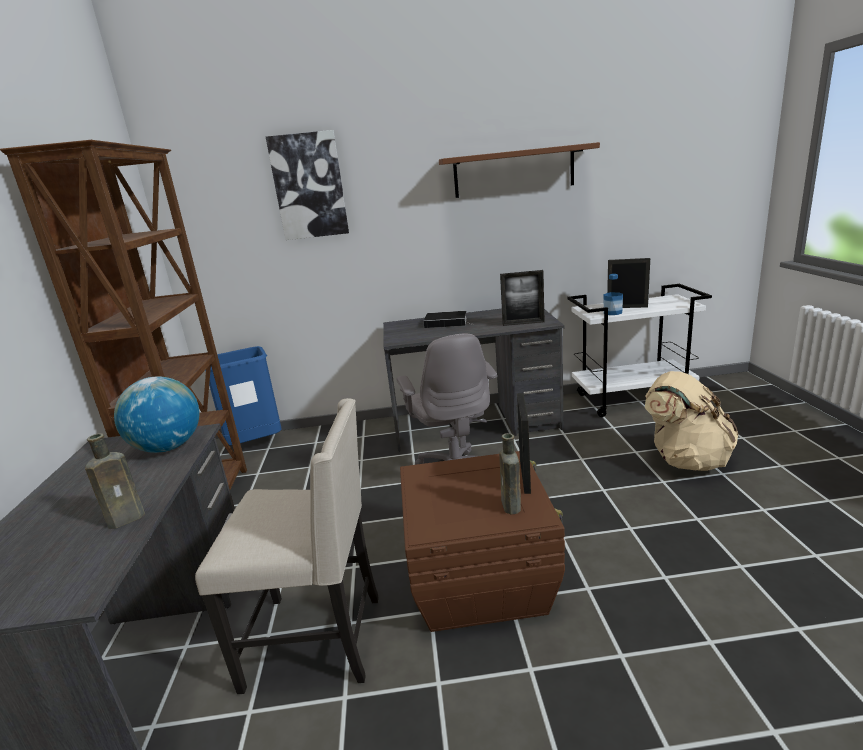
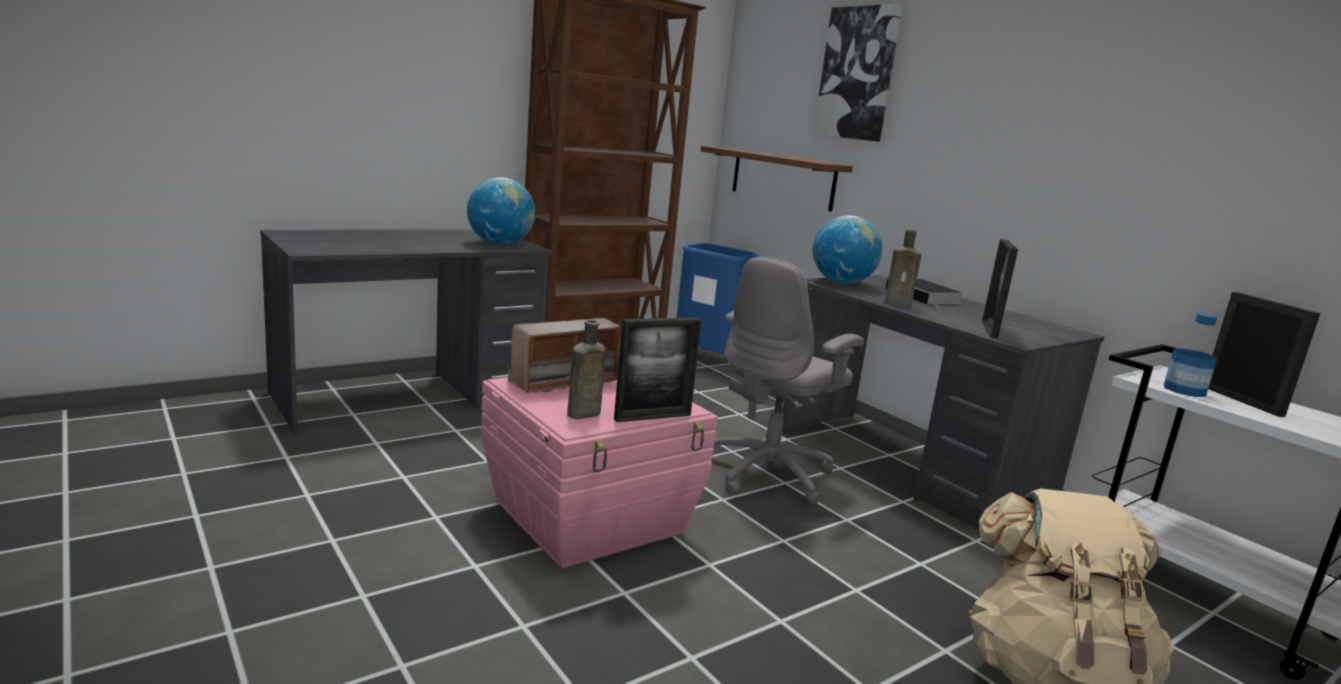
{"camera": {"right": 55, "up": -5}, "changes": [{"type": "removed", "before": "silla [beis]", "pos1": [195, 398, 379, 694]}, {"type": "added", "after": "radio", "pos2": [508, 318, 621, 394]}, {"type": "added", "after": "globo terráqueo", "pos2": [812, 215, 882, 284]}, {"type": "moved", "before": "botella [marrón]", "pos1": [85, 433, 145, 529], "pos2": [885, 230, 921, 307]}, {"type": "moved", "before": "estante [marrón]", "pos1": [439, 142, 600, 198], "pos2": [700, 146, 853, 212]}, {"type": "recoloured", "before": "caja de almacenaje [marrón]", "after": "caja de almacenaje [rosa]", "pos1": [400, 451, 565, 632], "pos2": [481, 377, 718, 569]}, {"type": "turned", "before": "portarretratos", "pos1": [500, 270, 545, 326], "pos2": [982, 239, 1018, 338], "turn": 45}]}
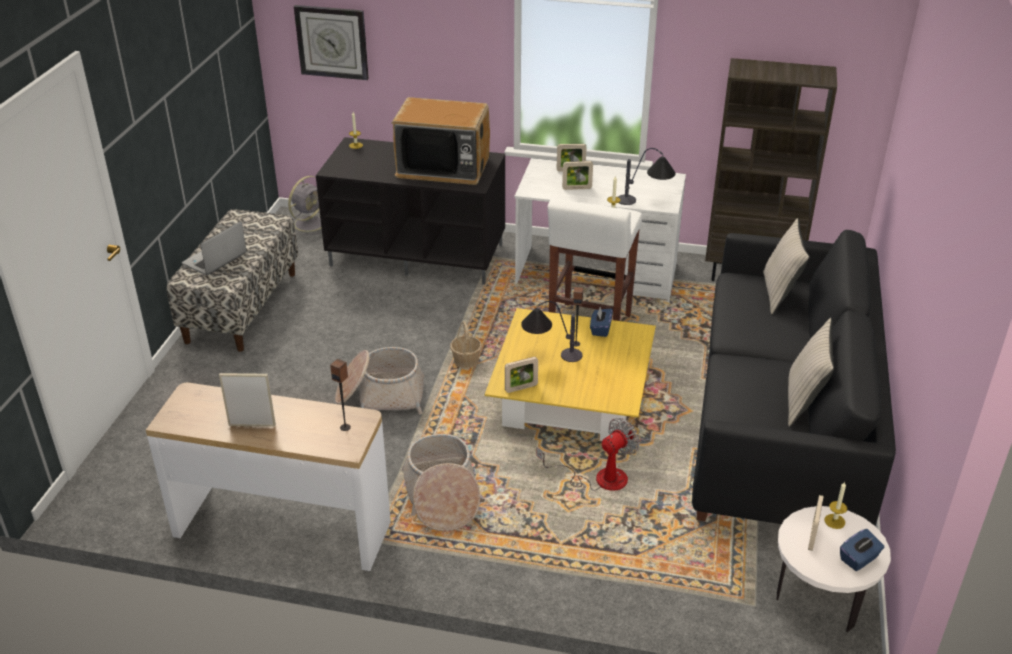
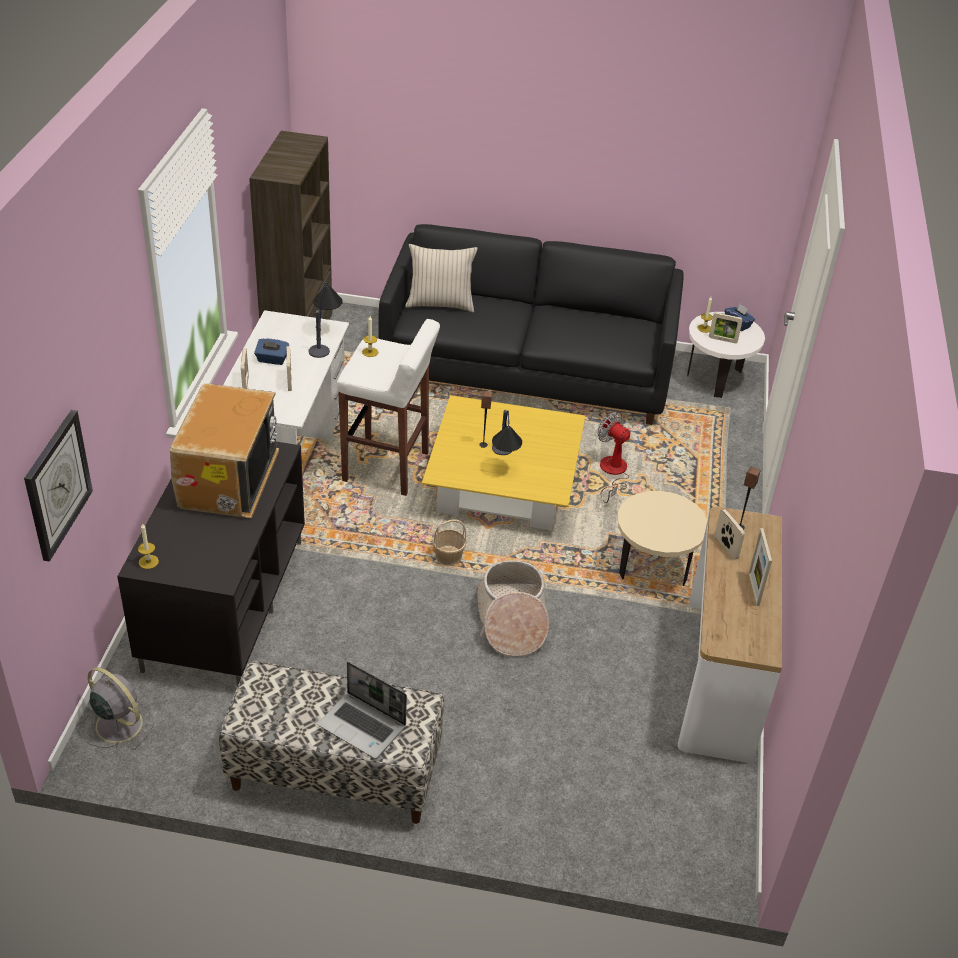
{"camera": {"right": -95, "up": 5}, "changes": [{"type": "removed", "before": "cojín [beis]", "pos1": [788, 318, 834, 427]}, {"type": "moved", "before": "portarretratos", "pos1": [505, 357, 538, 393], "pos2": [715, 509, 745, 559]}, {"type": "moved", "before": "caja de pañuelos [azul]", "pos1": [590, 307, 613, 337], "pos2": [254, 338, 289, 365]}, {"type": "replaced", "before": "cesta", "after": "mesa auxiliar [beis]", "pos1": [401, 434, 480, 531], "pos2": [618, 491, 708, 586]}]}
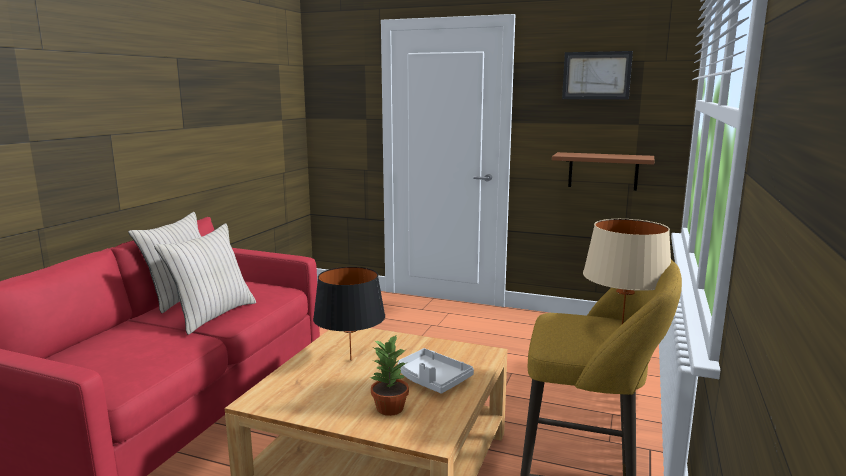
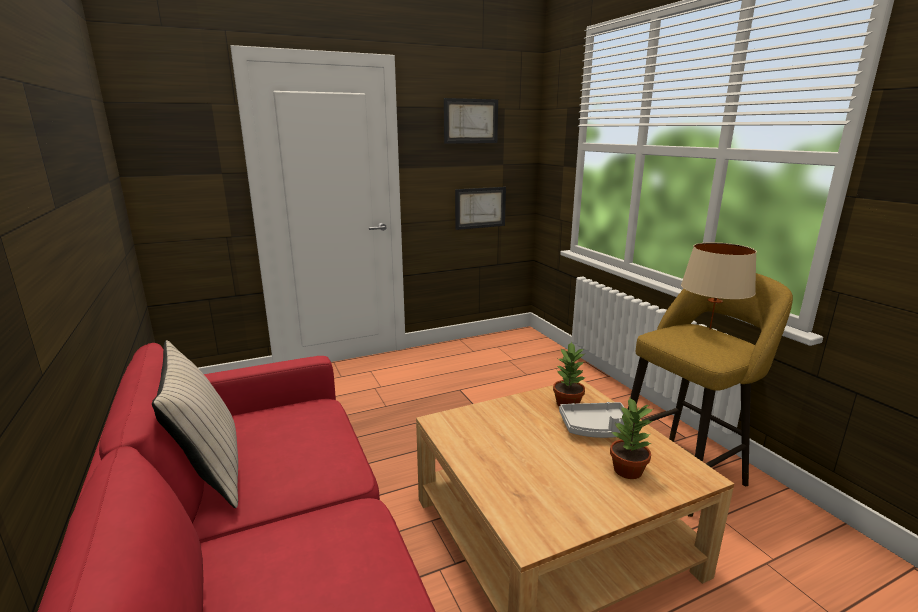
{"camera": {"right": -45, "up": 5}, "changes": [{"type": "removed", "before": "cojín [beis]", "pos1": [154, 223, 256, 335]}, {"type": "removed", "before": "lámpara de mesa [negro]", "pos1": [313, 267, 385, 361]}, {"type": "added", "after": "planta en maceta", "pos2": [553, 342, 586, 406]}, {"type": "replaced", "before": "estante [marrón]", "after": "cuadro", "pos1": [552, 152, 655, 191], "pos2": [455, 187, 506, 230]}]}
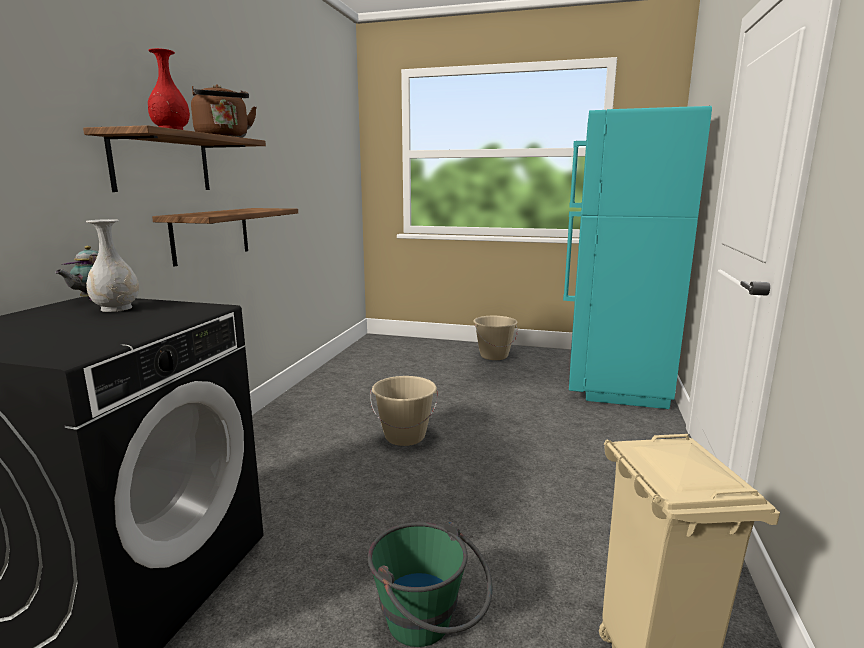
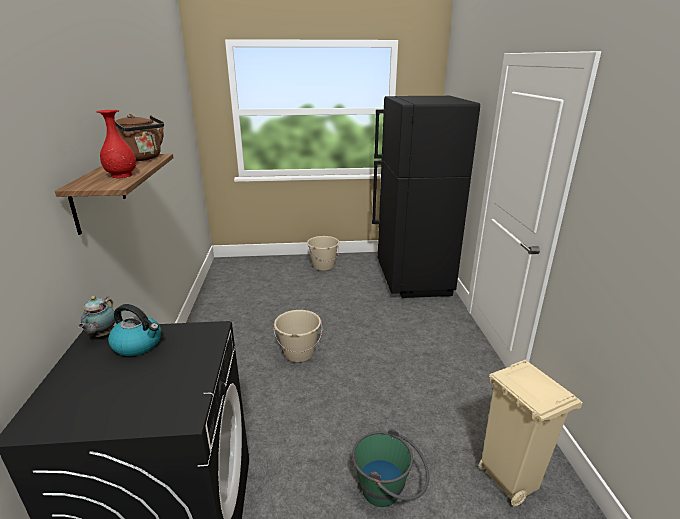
{"camera": {"right": -20, "up": 10}, "changes": [{"type": "removed", "before": "estante", "pos1": [152, 208, 298, 267]}, {"type": "replaced", "before": "florero [blanco]", "after": "hervidor", "pos1": [86, 219, 139, 312], "pos2": [108, 304, 161, 356]}, {"type": "recoloured", "before": "nevera [turquesa]", "after": "nevera [negro]", "pos1": [563, 106, 712, 409], "pos2": [372, 96, 480, 298]}]}
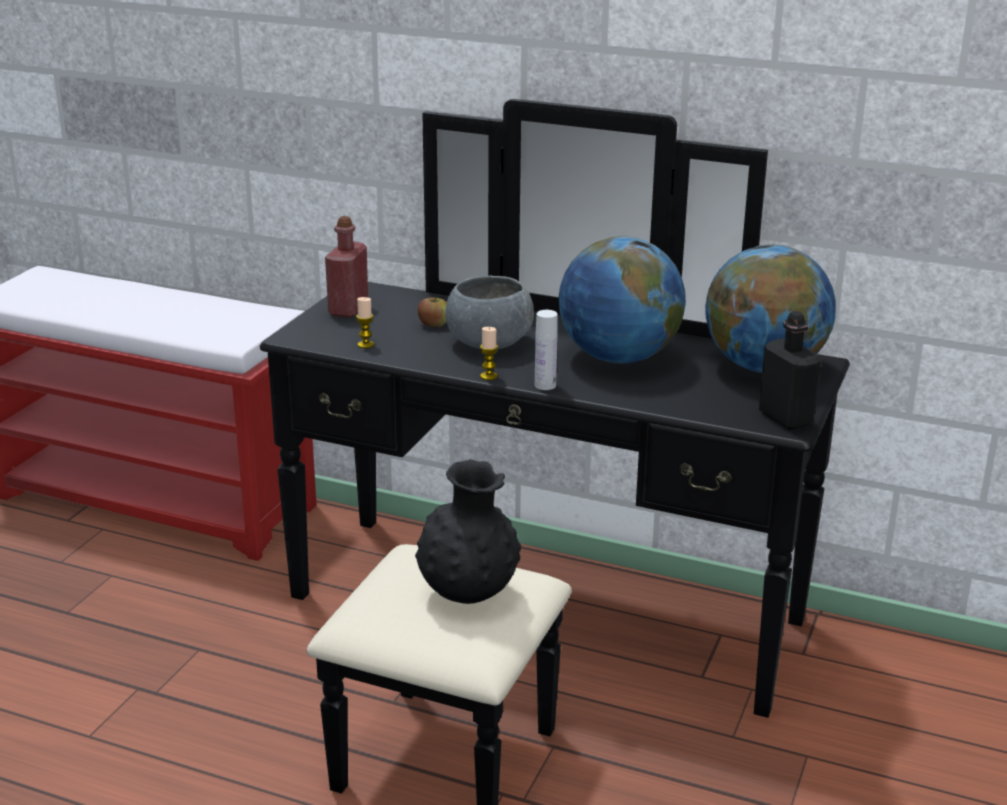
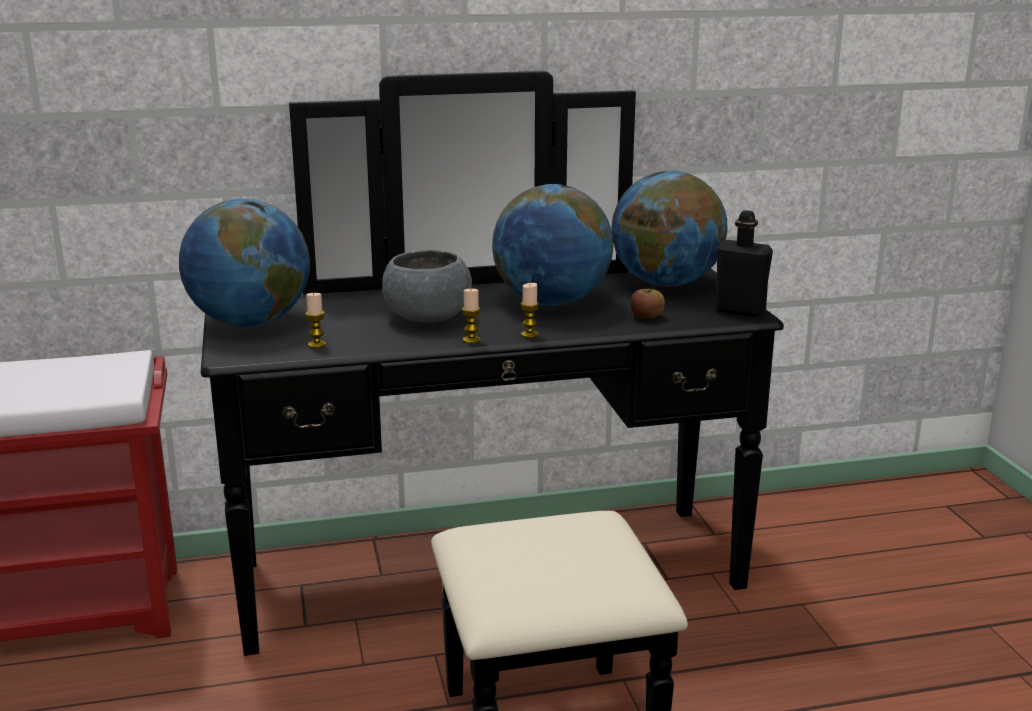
{"camera": {"right": -35, "up": -5}, "changes": [{"type": "removed", "before": "florero [negro]", "pos1": [415, 460, 522, 604]}, {"type": "moved", "before": "manzana", "pos1": [418, 297, 447, 327], "pos2": [631, 286, 665, 319]}, {"type": "replaced", "before": "botella [rojo]", "after": "globo terráqueo", "pos1": [325, 216, 368, 318], "pos2": [179, 199, 310, 327]}, {"type": "replaced", "before": "botella [blanco]", "after": "vela", "pos1": [535, 310, 558, 390], "pos2": [521, 283, 539, 338]}]}
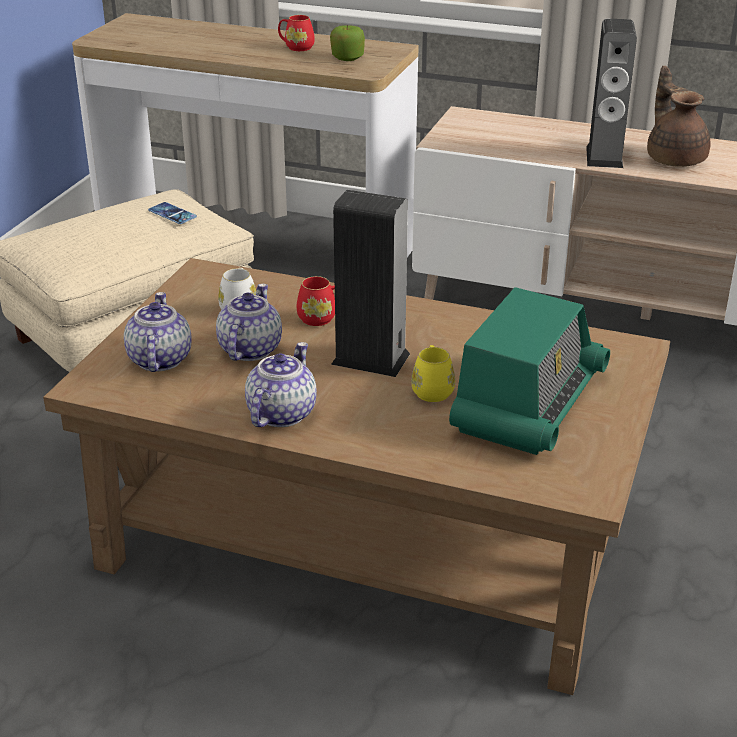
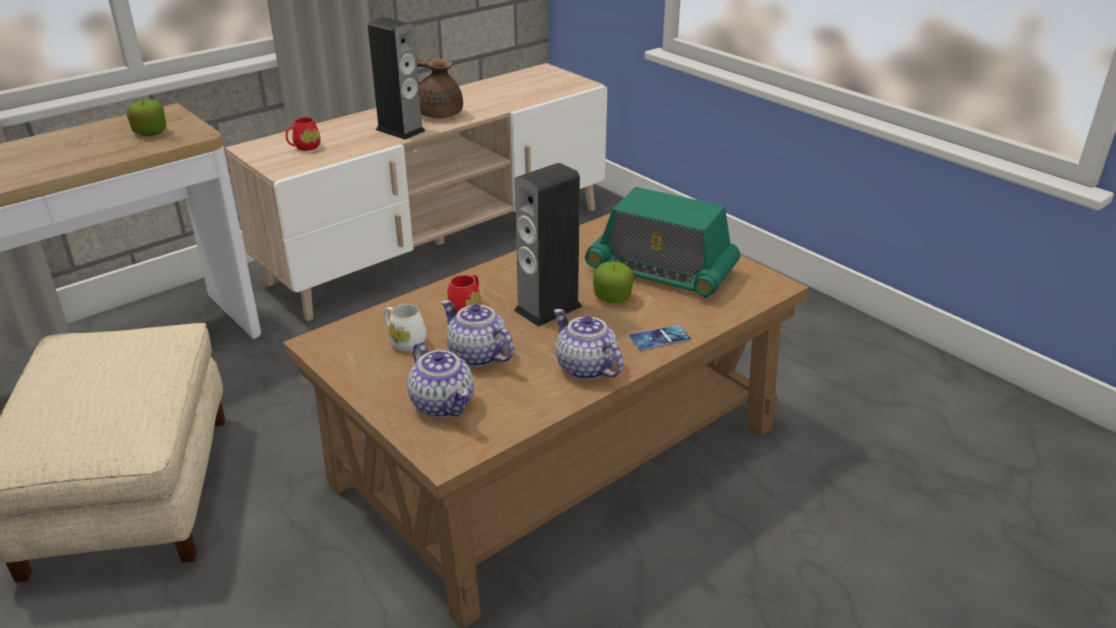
{"camera": {"right": -60, "up": 0}, "changes": [{"type": "moved", "before": "móvil", "pos1": [148, 202, 197, 224], "pos2": [629, 325, 691, 350]}, {"type": "moved", "before": "taza grande [rojo]", "pos1": [278, 15, 315, 51], "pos2": [286, 117, 321, 151]}, {"type": "replaced", "before": "taza grande [amarillo]", "after": "manzana", "pos1": [411, 345, 455, 402], "pos2": [593, 261, 634, 303]}, {"type": "turned", "before": "tetera", "pos1": [124, 292, 192, 372], "pos2": [408, 342, 474, 418], "turn": -150}, {"type": "turned", "before": "radio", "pos1": [449, 287, 610, 455], "pos2": [585, 187, 740, 298], "turn": 150}]}
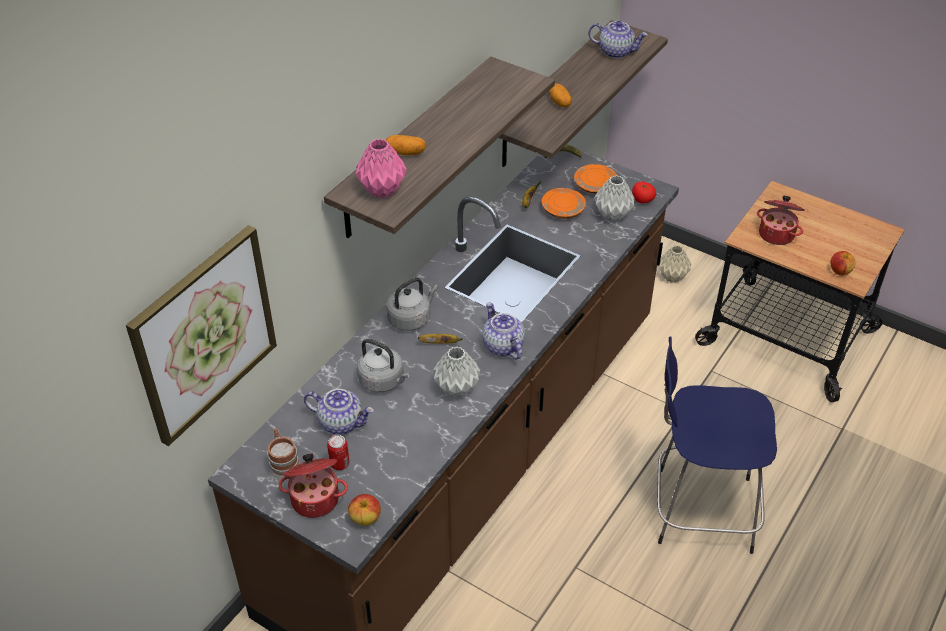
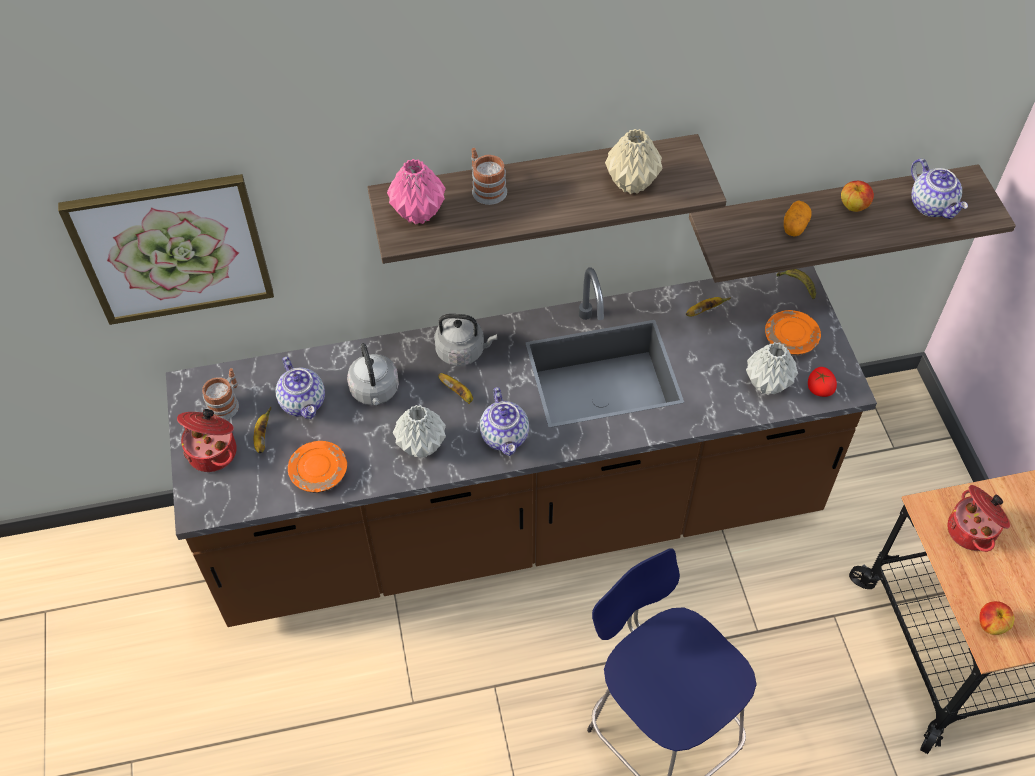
{"camera": {"right": 45, "up": 10}, "changes": [{"type": "moved", "before": "manzana", "pos1": [348, 494, 381, 526], "pos2": [841, 181, 874, 212]}, {"type": "moved", "before": "plato [naranja]", "pos1": [541, 188, 586, 219], "pos2": [288, 441, 347, 493]}, {"type": "moved", "before": "florero [beis]", "pos1": [659, 245, 691, 283], "pos2": [605, 129, 663, 194]}, {"type": "replaced", "before": "lata", "after": "plátano", "pos1": [327, 435, 349, 470], "pos2": [254, 406, 271, 453]}, {"type": "replaced", "before": "patata", "after": "taza grande", "pos1": [386, 135, 426, 155], "pos2": [471, 148, 507, 205]}, {"type": "turned", "before": "tetera", "pos1": [482, 302, 525, 359], "pos2": [480, 387, 529, 456], "turn": 150}]}
